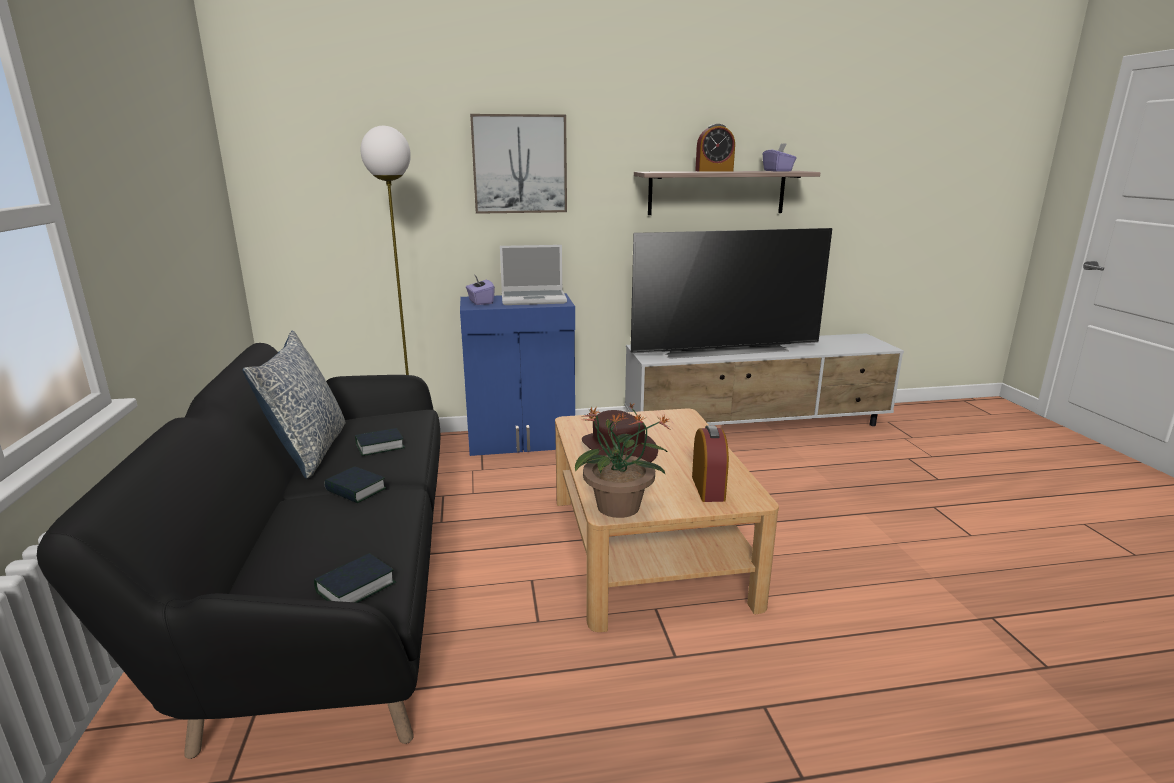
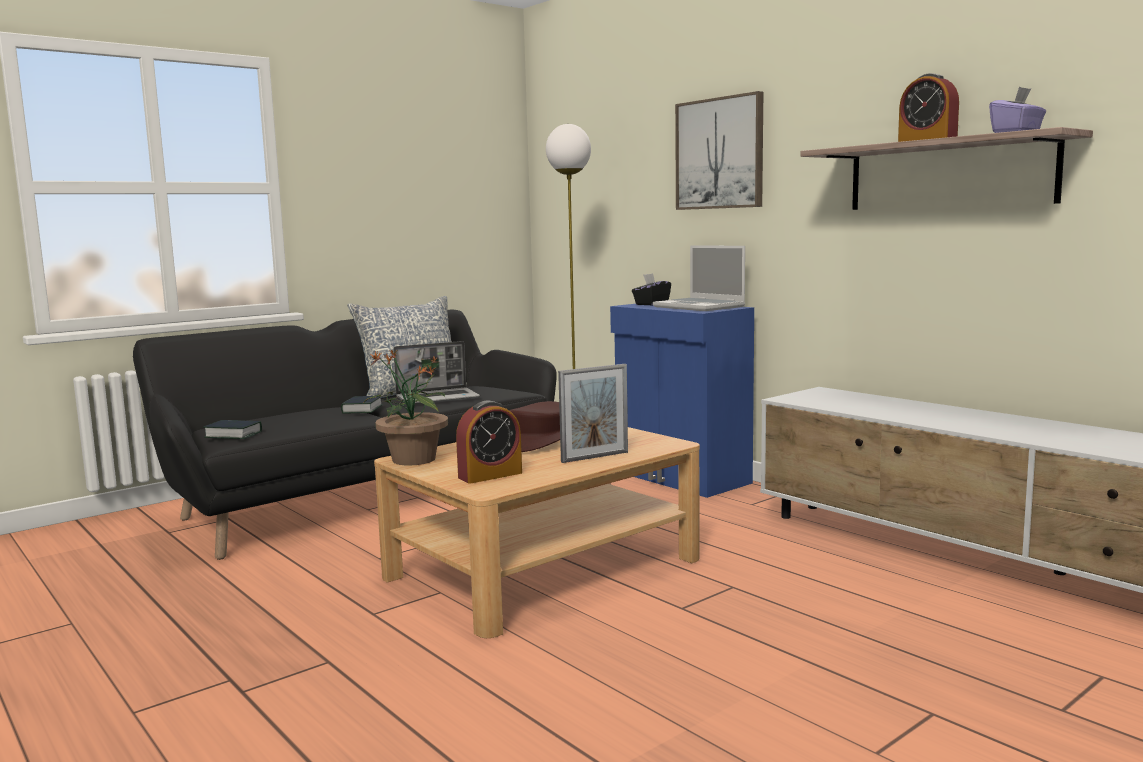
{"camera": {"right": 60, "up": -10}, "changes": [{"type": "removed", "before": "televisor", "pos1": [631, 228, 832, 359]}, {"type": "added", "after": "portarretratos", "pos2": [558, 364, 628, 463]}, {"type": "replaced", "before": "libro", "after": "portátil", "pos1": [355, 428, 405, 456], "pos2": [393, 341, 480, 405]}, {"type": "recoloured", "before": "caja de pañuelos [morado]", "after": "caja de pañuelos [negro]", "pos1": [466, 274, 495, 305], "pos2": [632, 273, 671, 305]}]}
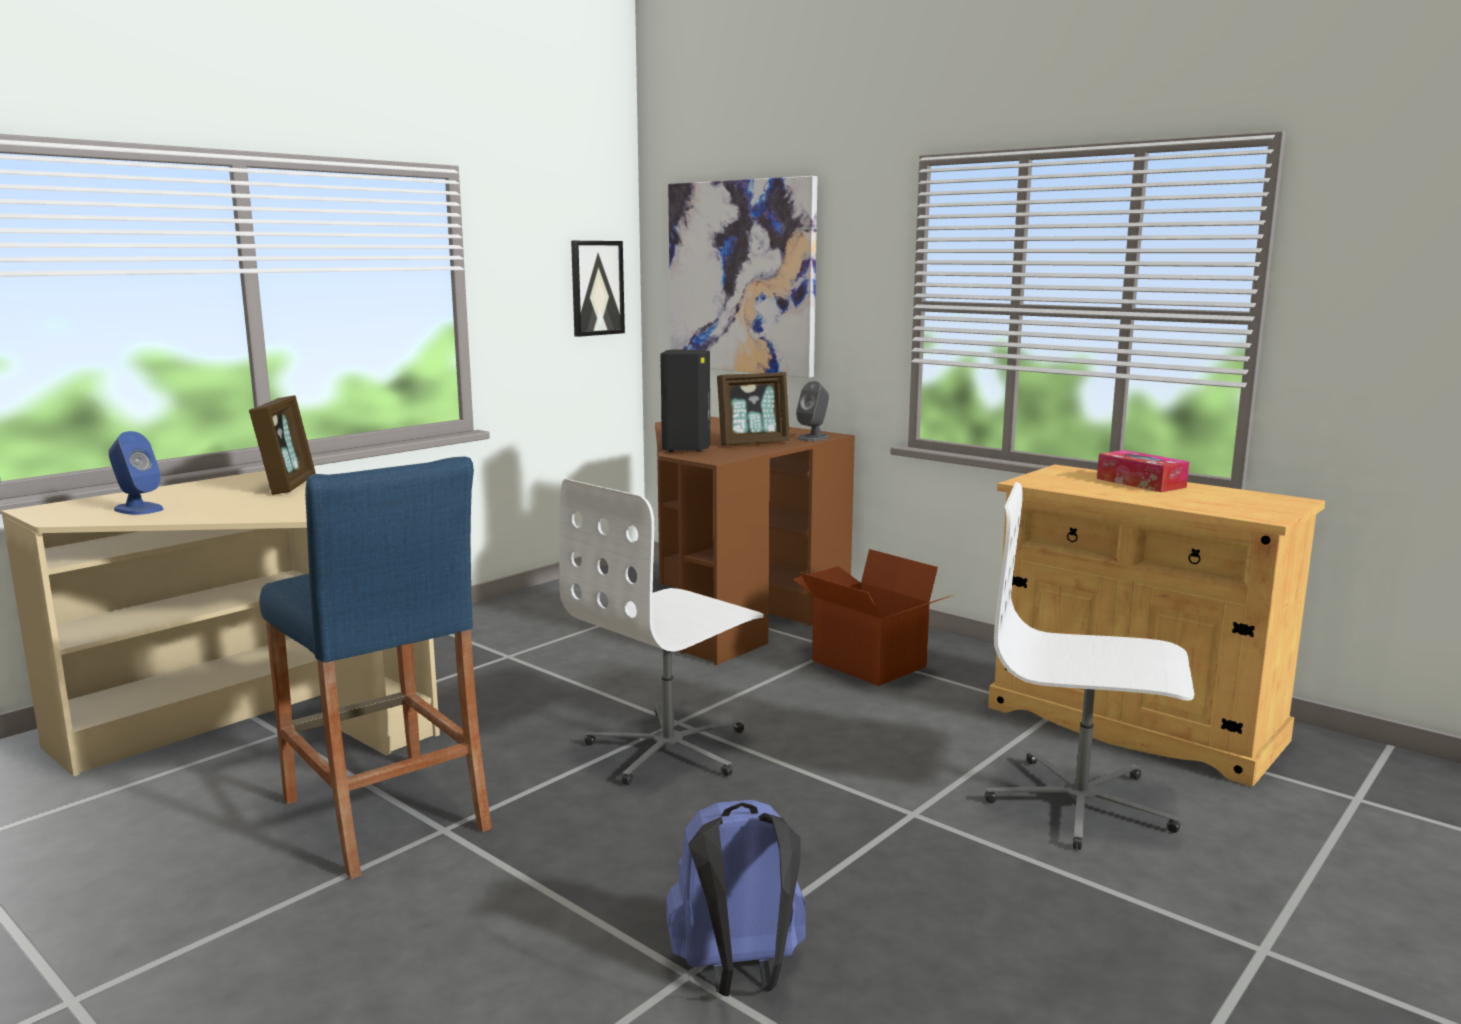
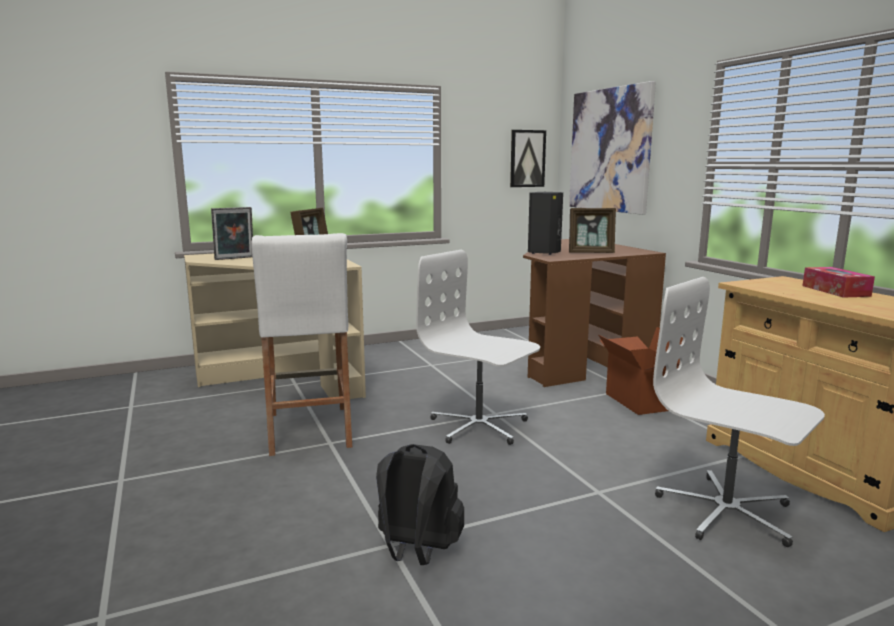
{"camera": {"right": 25, "up": 0}, "changes": [{"type": "removed", "before": "altavoz [gris]", "pos1": [796, 381, 829, 441]}, {"type": "replaced", "before": "altavoz [azul]", "after": "portarretratos", "pos1": [109, 431, 164, 515], "pos2": [211, 207, 253, 260]}, {"type": "recoloured", "before": "taburete [azul]", "after": "taburete [blanco]", "pos1": [259, 457, 492, 879], "pos2": [251, 233, 352, 456]}, {"type": "recoloured", "before": "mochila [azul]", "after": "mochila [negro]", "pos1": [666, 800, 806, 996], "pos2": [376, 444, 464, 565]}, {"type": "turned", "before": "silla de oficina [blanco]", "pos1": [559, 479, 764, 785], "pos2": [416, 250, 540, 445], "turn": 60}]}
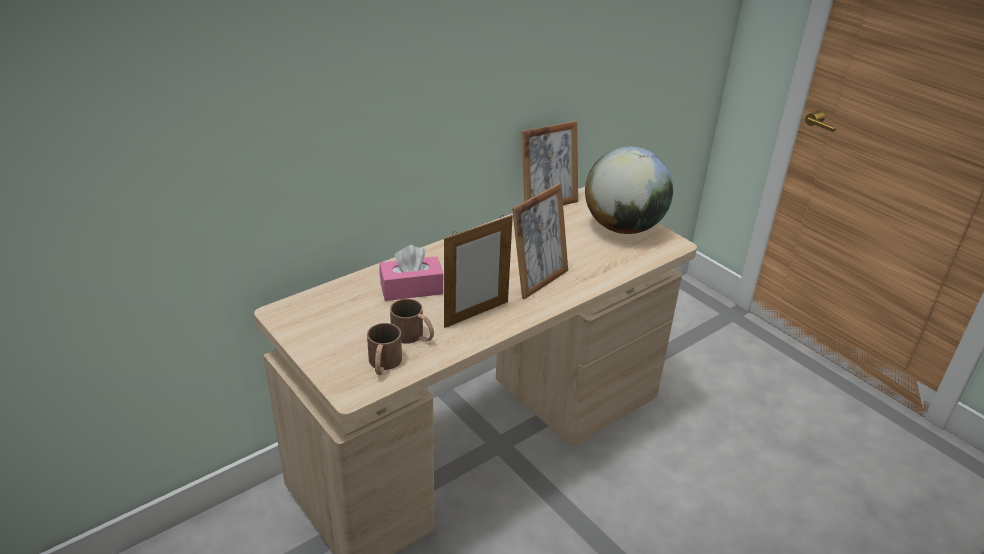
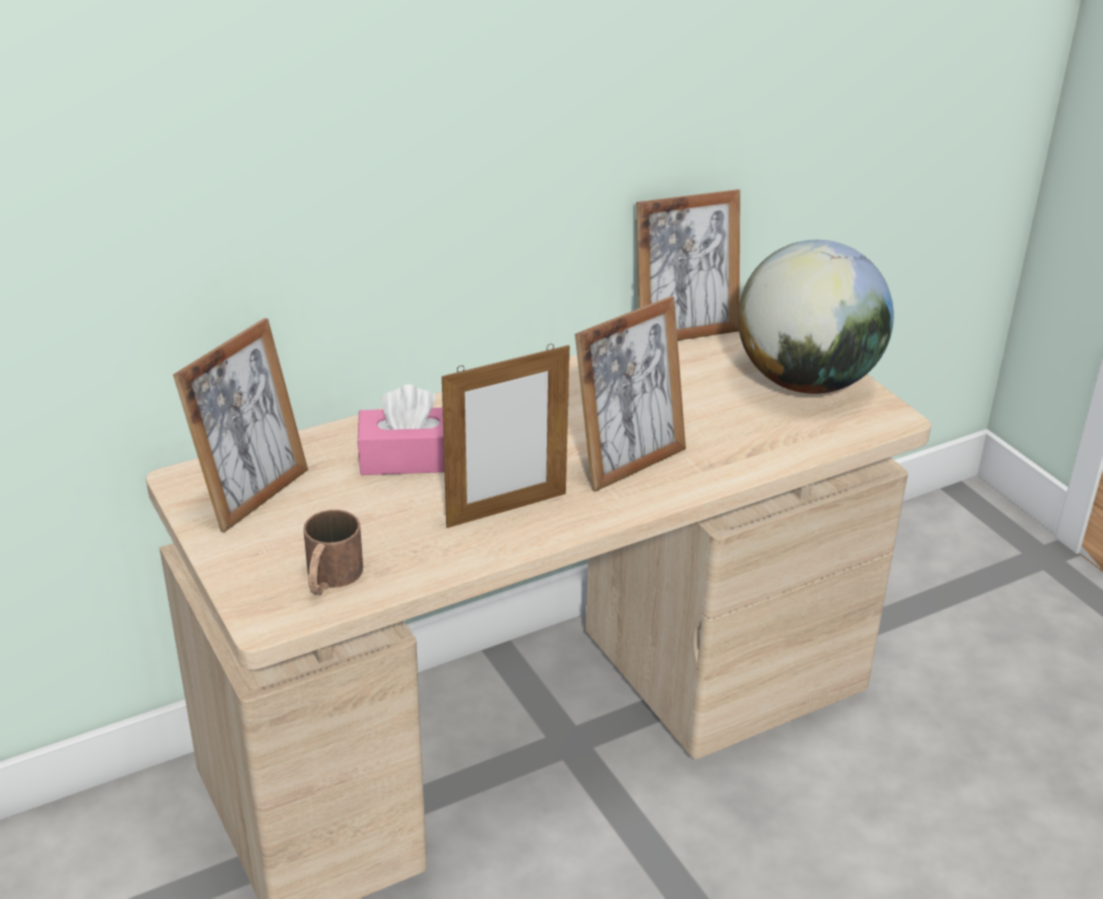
{"camera": {"right": 10, "up": 0}, "changes": [{"type": "removed", "before": "taza grande [marrón]", "pos1": [390, 299, 434, 344]}, {"type": "added", "after": "portarretratos", "pos2": [173, 318, 308, 532]}]}
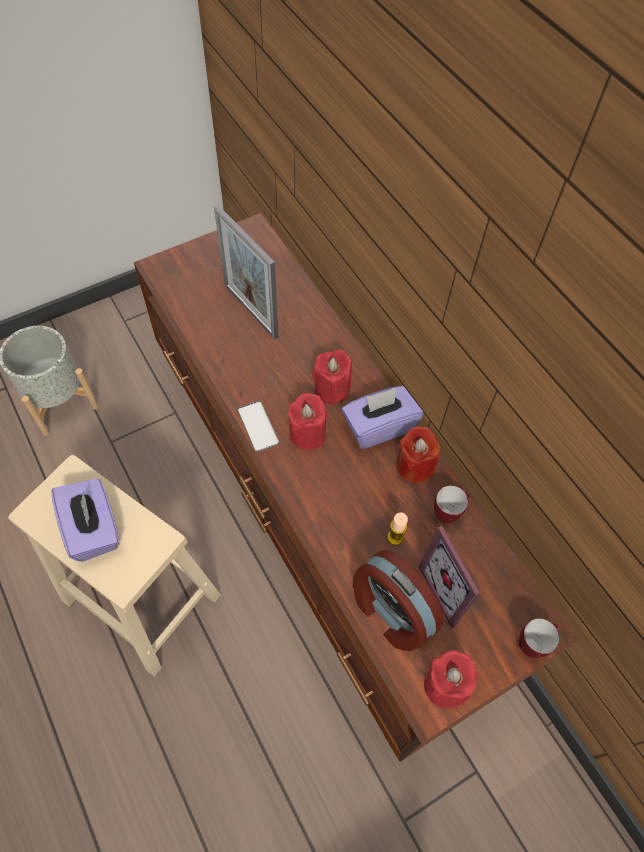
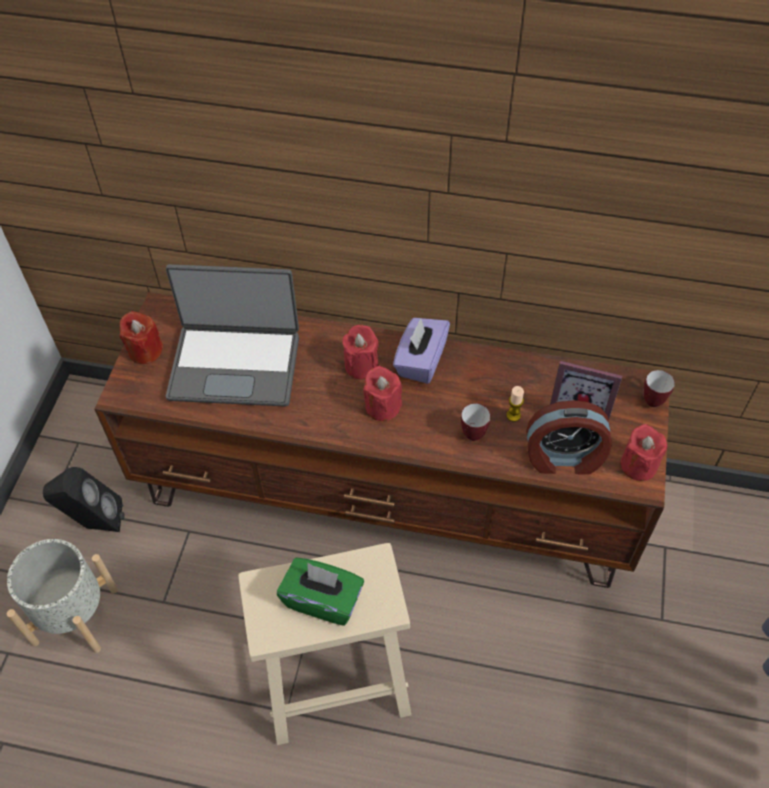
{"camera": {"right": -45, "up": -5}, "changes": [{"type": "removed", "before": "móvil", "pos1": [238, 401, 279, 452]}, {"type": "added", "after": "altavoz [negro]", "pos2": [43, 467, 125, 532]}, {"type": "moved", "before": "vela [rojo]", "pos1": [397, 426, 440, 483], "pos2": [119, 311, 163, 364]}, {"type": "moved", "before": "taza grande", "pos1": [434, 485, 470, 524], "pos2": [461, 403, 490, 441]}, {"type": "replaced", "before": "portarretratos", "after": "portátil", "pos1": [214, 205, 278, 339], "pos2": [166, 264, 299, 407]}, {"type": "recoloured", "before": "caja de pañuelos [morado]", "after": "caja de pañuelos [verde]", "pos1": [51, 478, 119, 562], "pos2": [277, 557, 364, 626]}]}
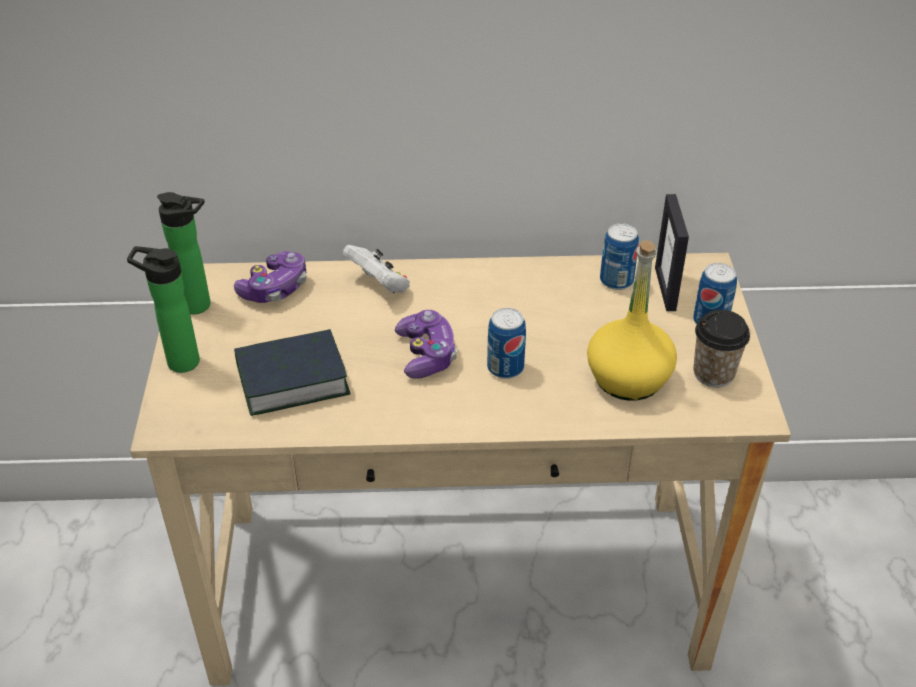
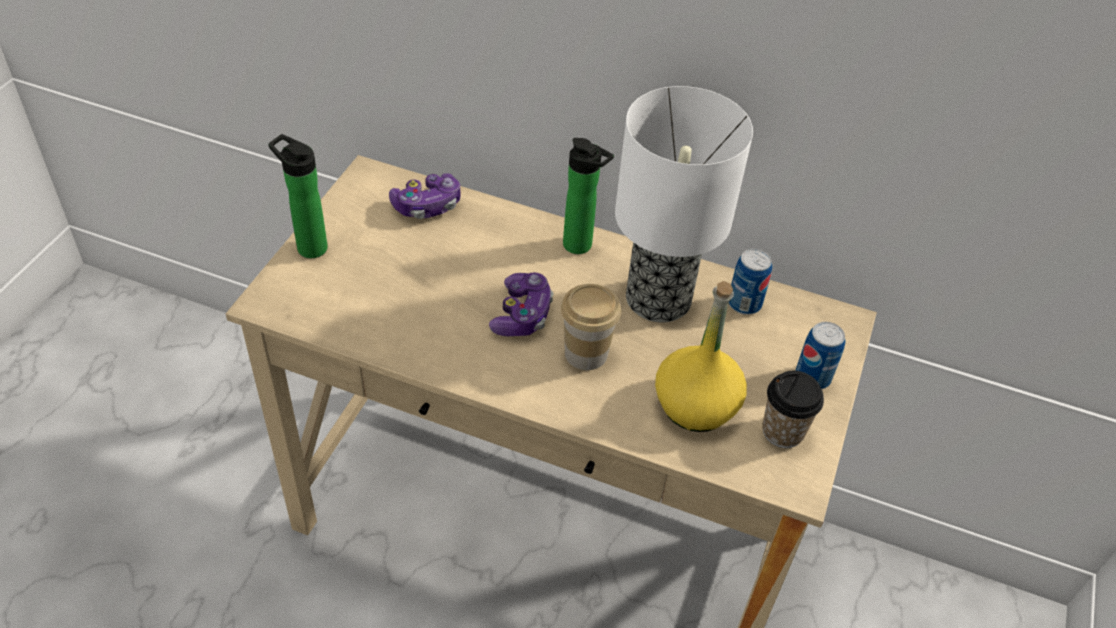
{"camera": {"right": 20, "up": 5}, "changes": [{"type": "removed", "before": "libro", "pos1": [234, 329, 351, 416]}, {"type": "removed", "before": "mando de consola [blanco]", "pos1": [343, 245, 410, 294]}, {"type": "removed", "before": "portarretratos", "pos1": [655, 194, 689, 311]}, {"type": "added", "after": "lámpara de mesa", "pos2": [615, 86, 753, 322]}, {"type": "moved", "before": "botella", "pos1": [157, 192, 211, 315], "pos2": [563, 138, 614, 254]}, {"type": "replaced", "before": "lata", "after": "taza", "pos1": [487, 308, 526, 379], "pos2": [561, 284, 621, 370]}]}
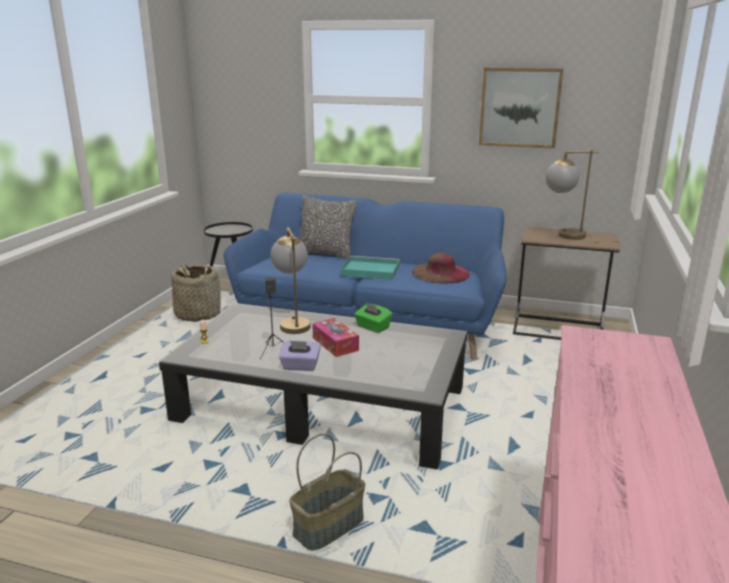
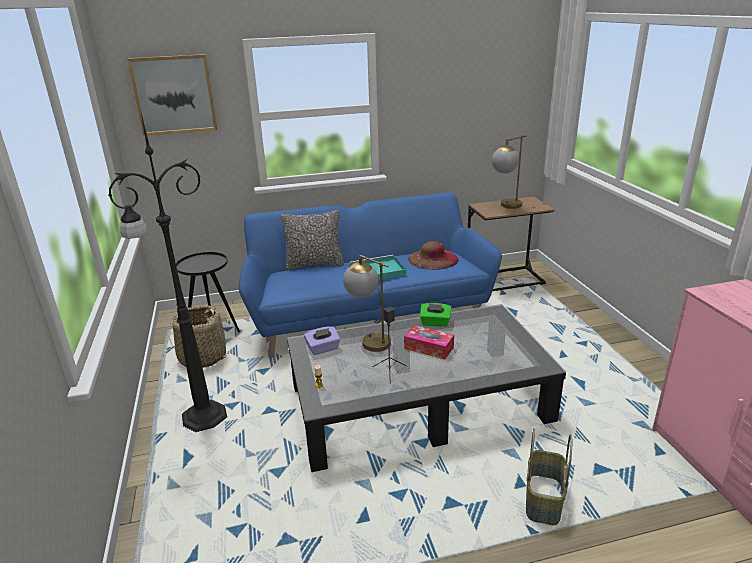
{"camera": {"right": -30, "up": 5}, "changes": [{"type": "added", "after": "lámpara de pie [negro]", "pos2": [108, 113, 227, 432]}, {"type": "moved", "before": "caja de pañuelos [morado]", "pos1": [279, 341, 321, 371], "pos2": [304, 326, 340, 355]}, {"type": "moved", "before": "cuadro", "pos1": [479, 68, 563, 149], "pos2": [127, 54, 217, 136]}]}
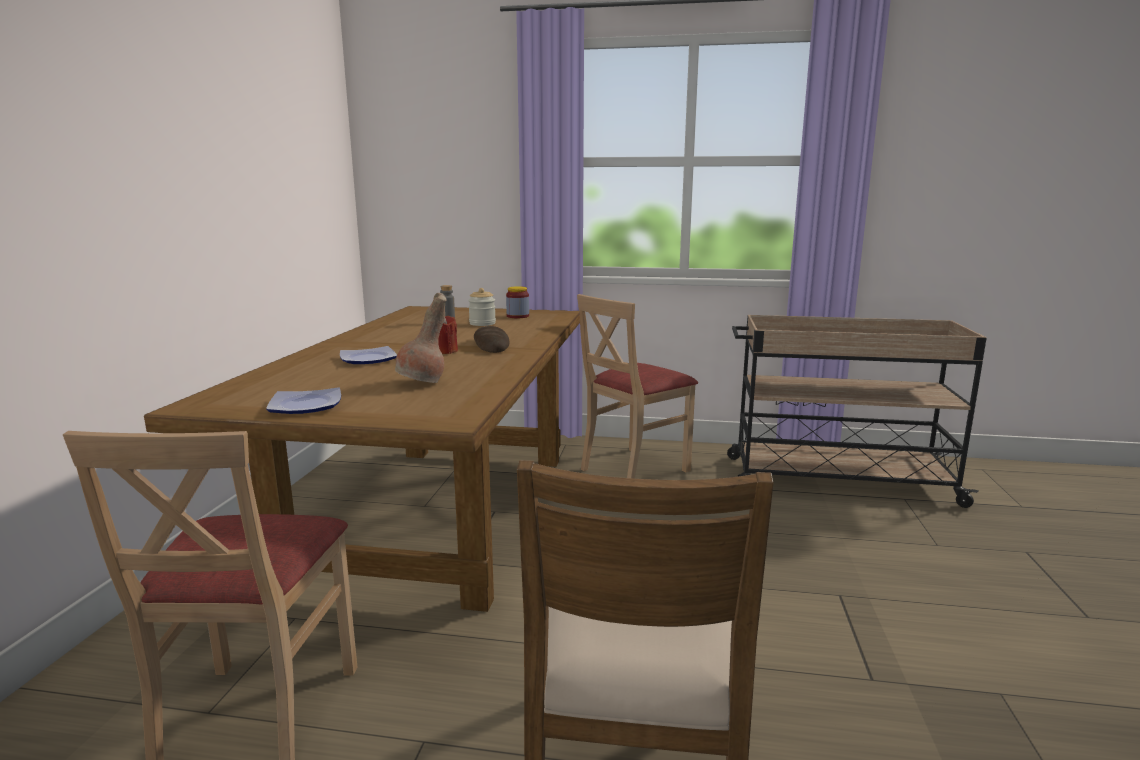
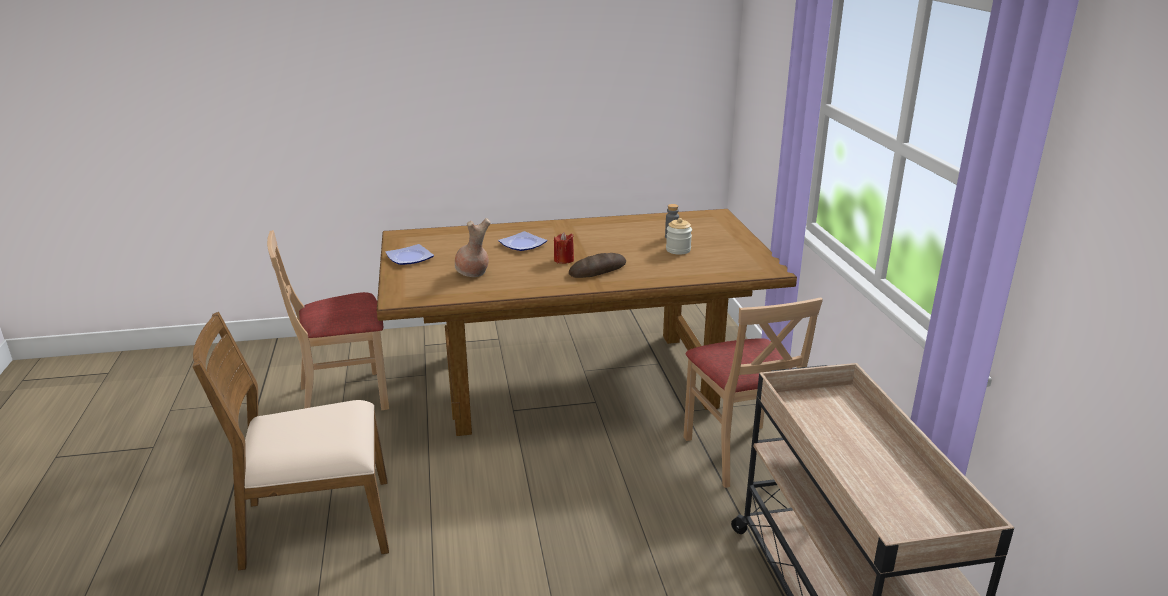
{"camera": {"right": 70, "up": 10}, "changes": [{"type": "removed", "before": "tarro", "pos1": [506, 286, 529, 318]}, {"type": "turned", "before": "silla [beis]", "pos1": [577, 294, 698, 479], "pos2": [684, 297, 823, 488], "turn": -135}]}
